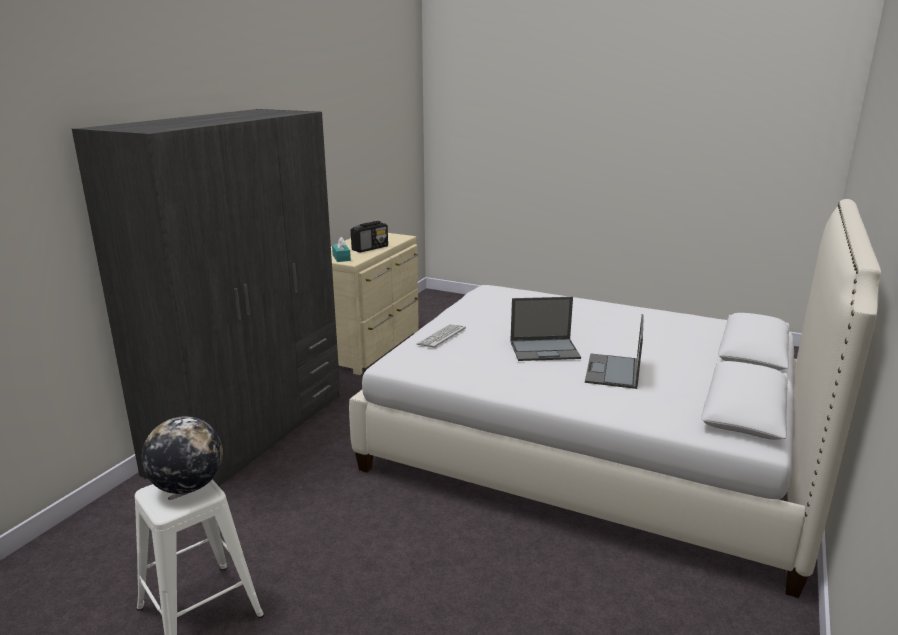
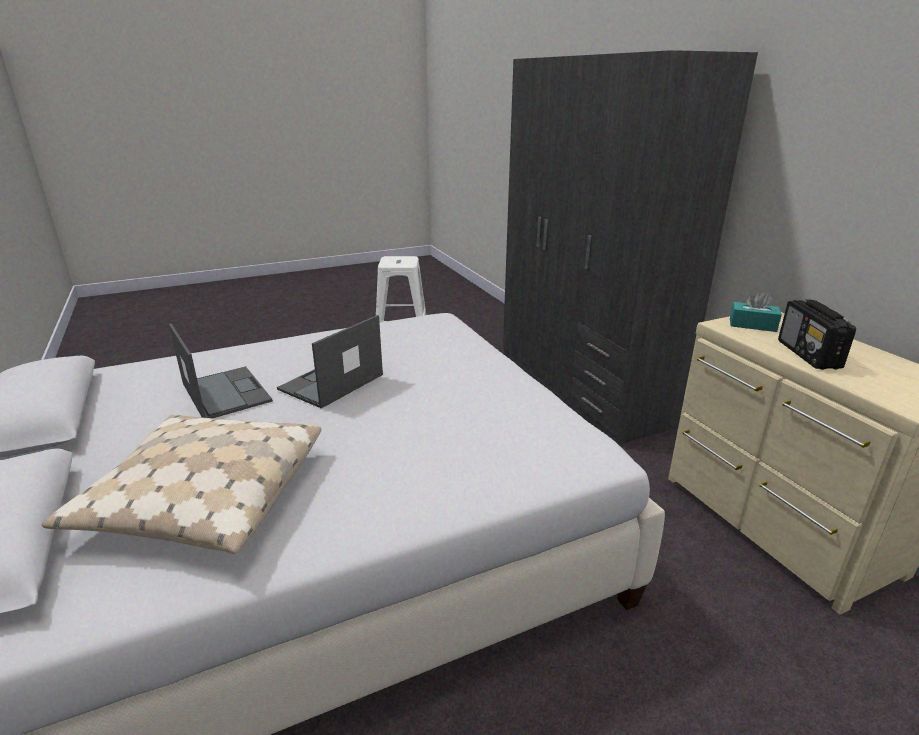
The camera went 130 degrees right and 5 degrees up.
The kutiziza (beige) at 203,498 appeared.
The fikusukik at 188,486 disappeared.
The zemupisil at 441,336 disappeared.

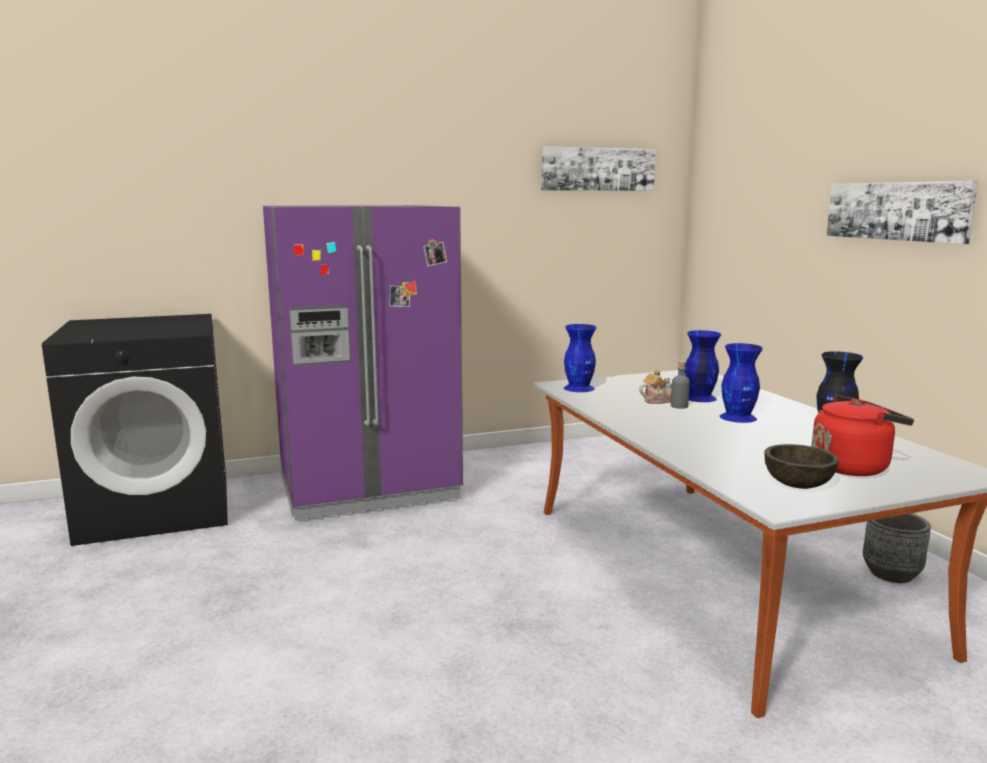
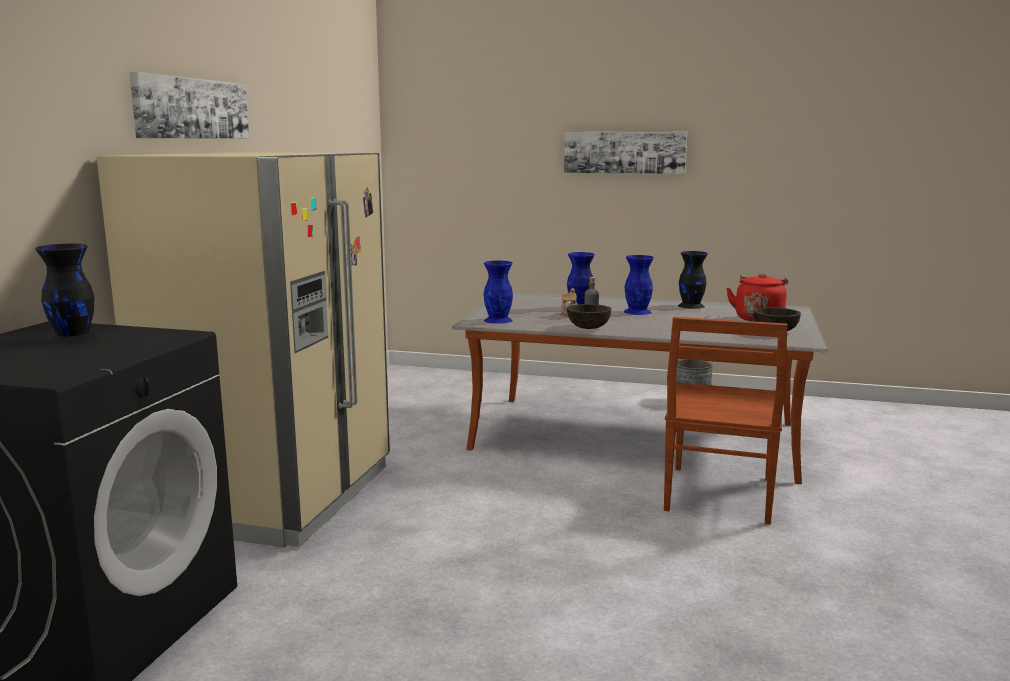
The camera went 55 degrees left and 0 degrees up.
The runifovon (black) at 74,338 appeared.
The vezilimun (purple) at 368,486 became the vezilimun (beige) at 275,496.
The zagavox moved from 598,169 to 191,108.
The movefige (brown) at 589,328 appeared.
The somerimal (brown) at 718,495 appeared.

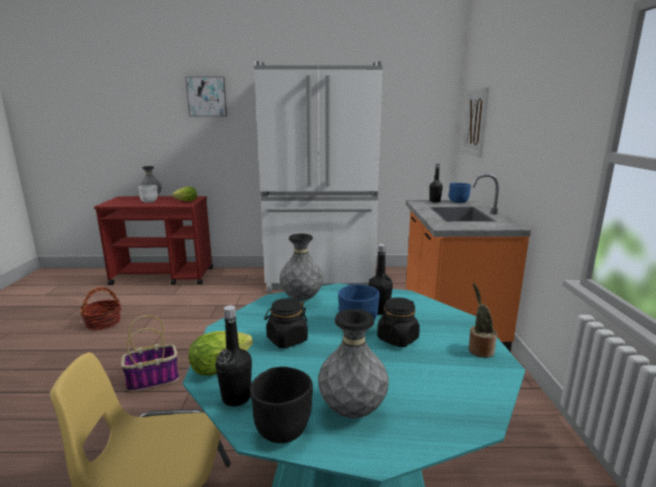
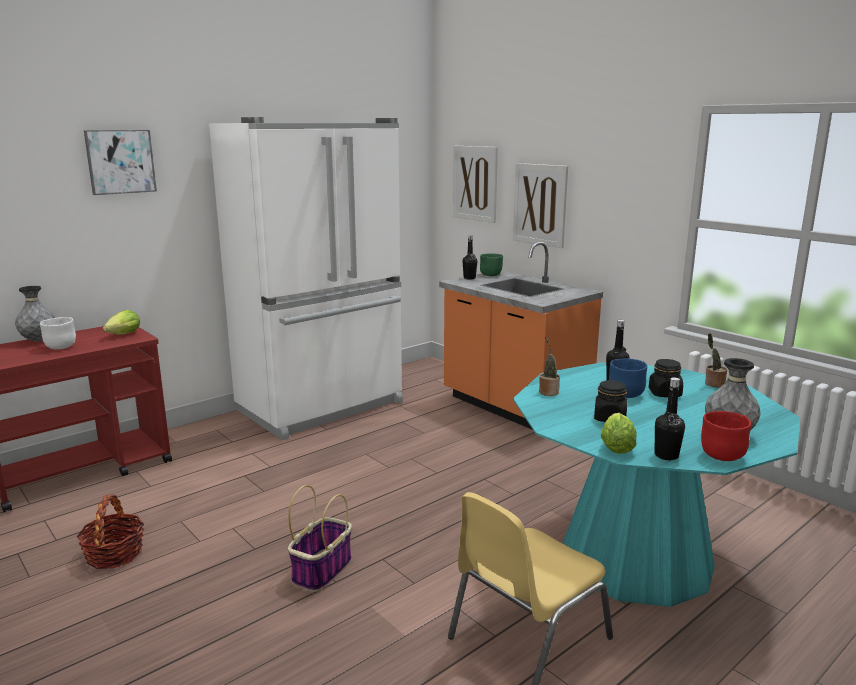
The camera went 40 degrees left and 0 degrees up.
The movefige (blue) at 458,202 became the movefige (green) at 491,275.
The zagavox at 540,204 appeared.
The runifovon (grey) at 302,299 was replaced by the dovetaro at 548,391.
The movefige (black) at 283,429 became the movefige (red) at 721,455.

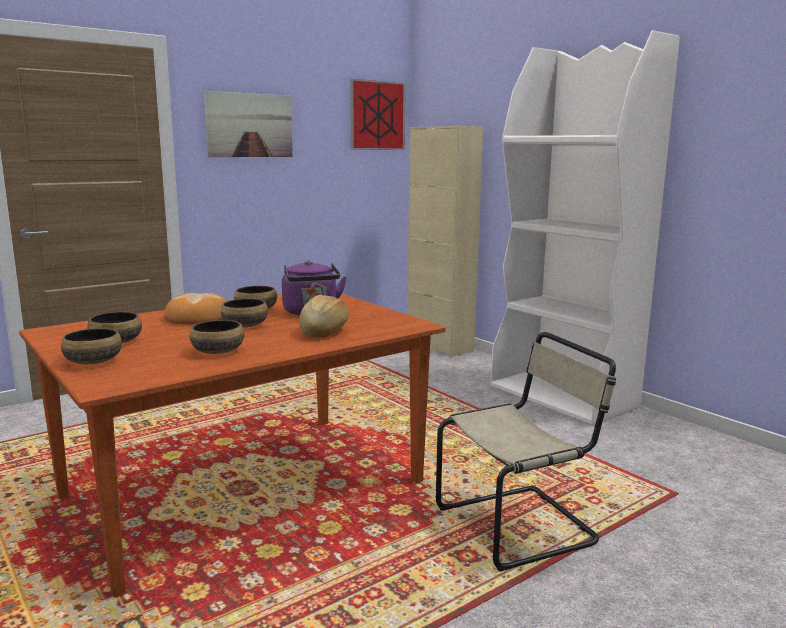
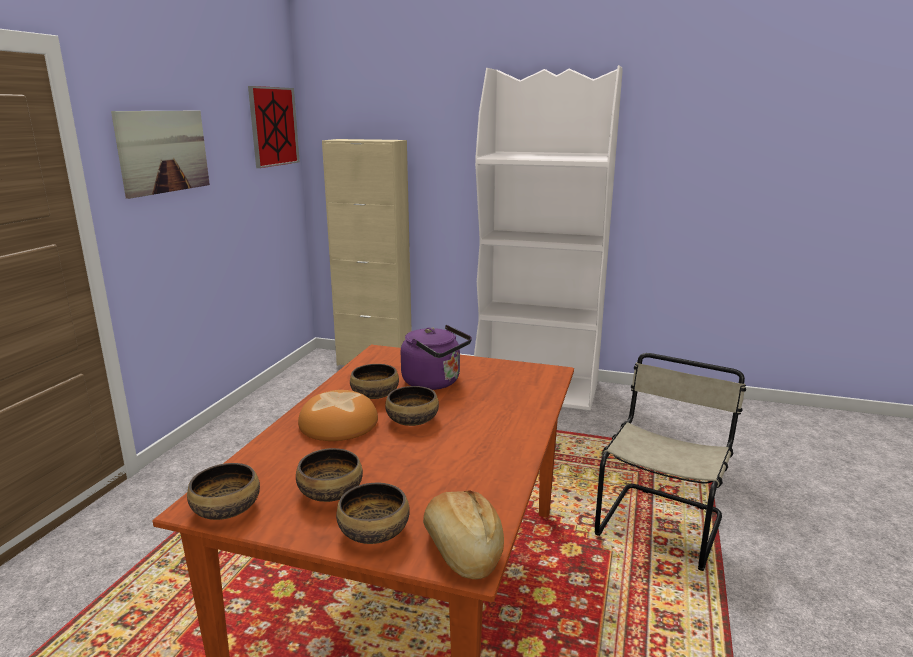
The camera went 35 degrees left and 5 degrees up.
The movefige moved from 218,351 to 227,509.
The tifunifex moved from 323,331 to 461,550.

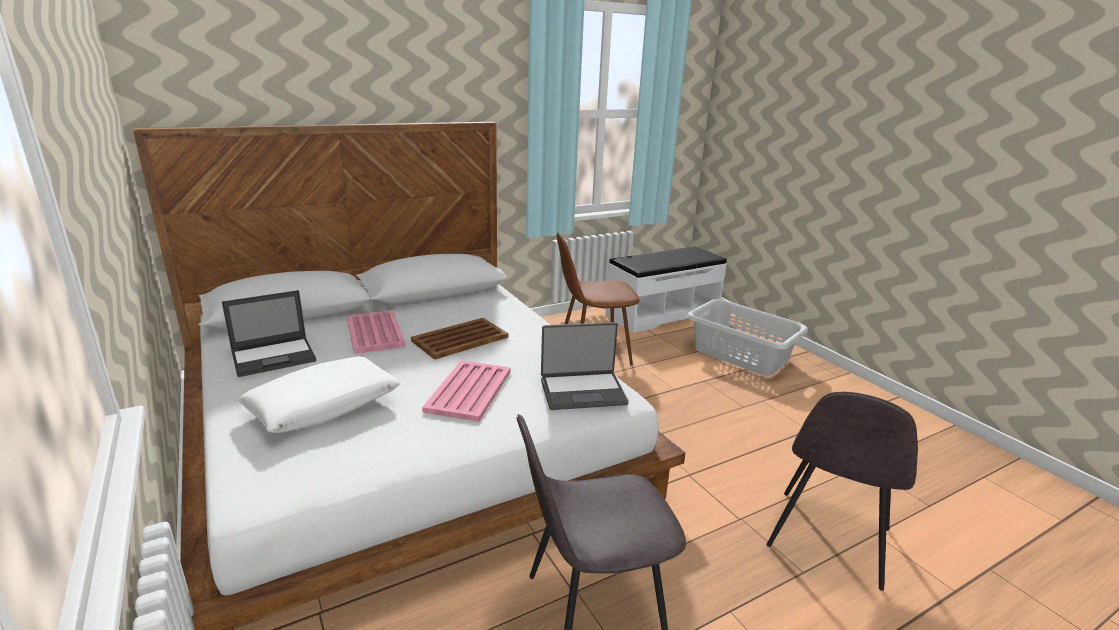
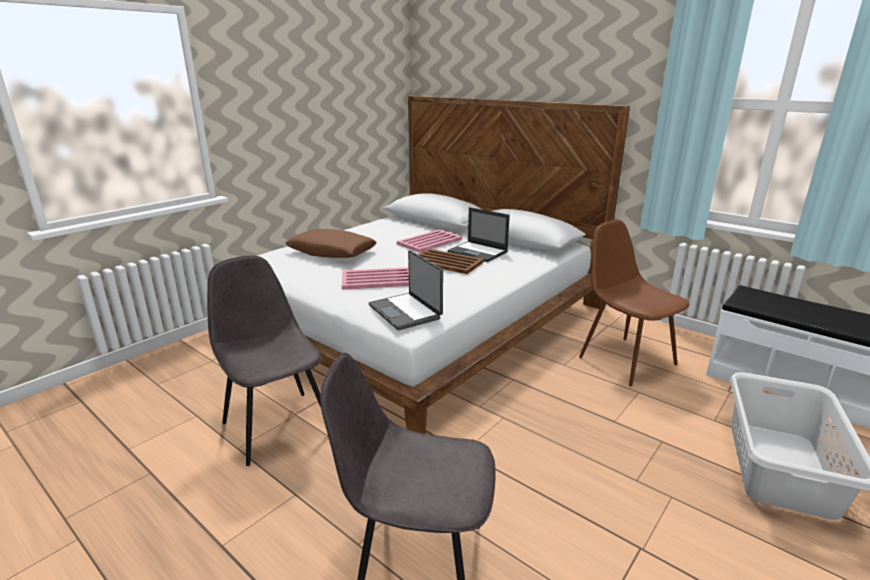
The camera went 70 degrees right and 0 degrees up.
The kutiziza (white) at 324,406 became the kutiziza (brown) at 331,252.
The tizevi moved from 275,356 to 478,252.

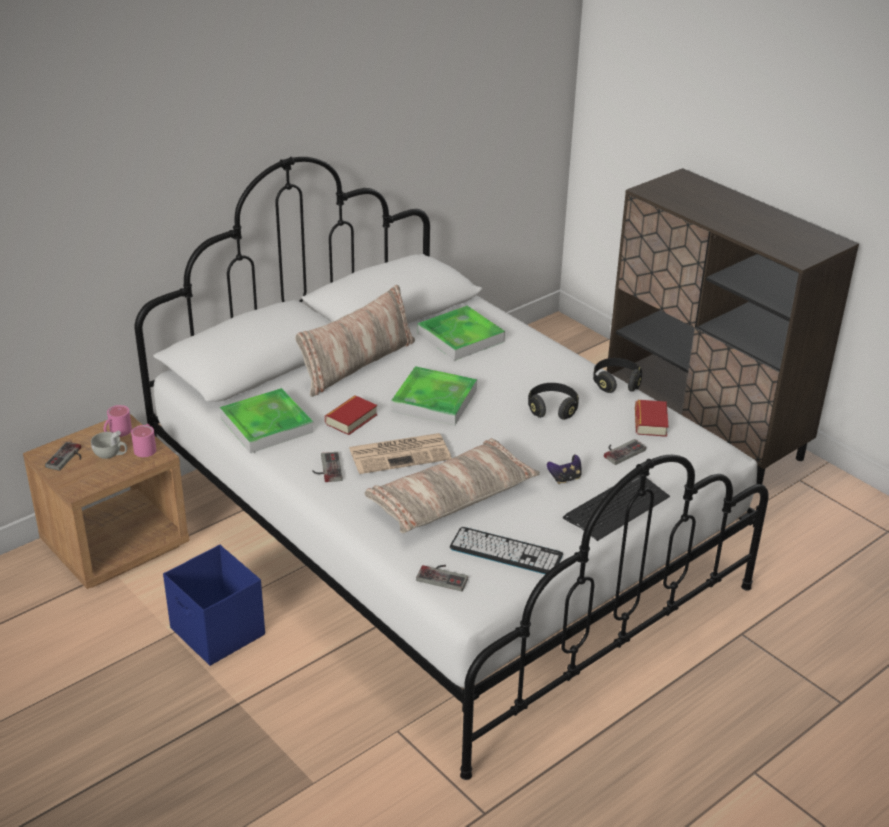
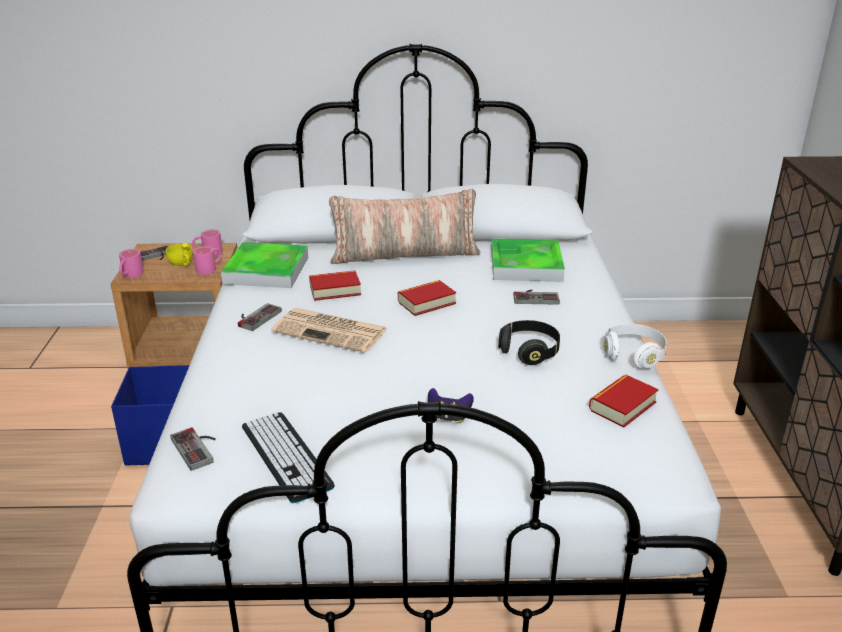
The camera went 40 degrees right and 5 degrees down.
The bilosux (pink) at 130,275 appeared.
The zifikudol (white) at 111,454 became the zifikudol (yellow) at 182,264.
The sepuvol at 434,400 was replaced by the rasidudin at 426,302.
The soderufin moved from 621,451 to 535,297.
The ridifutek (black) at 616,383 became the ridifutek (white) at 633,355.
The kutiziza at 451,498 disappeared.
The zemupisil at 616,507 disappeared.

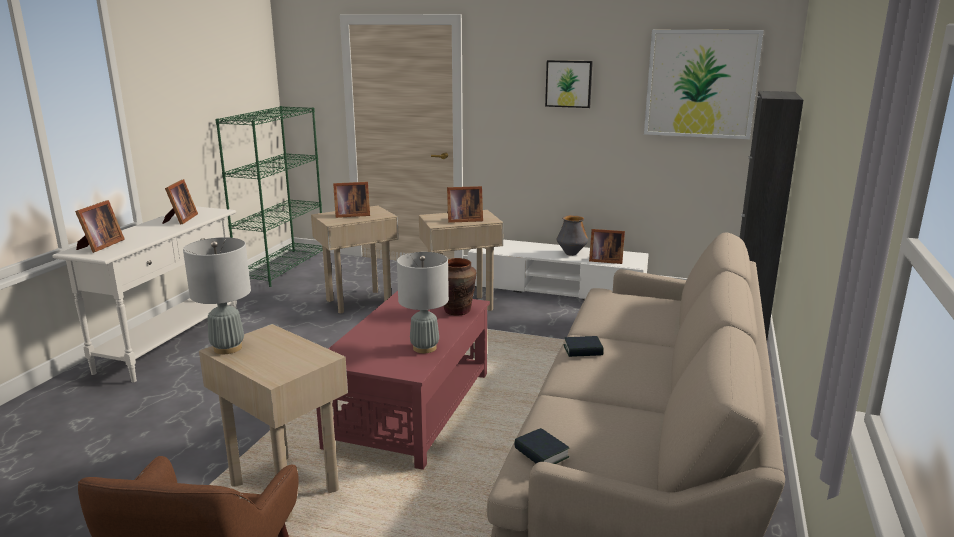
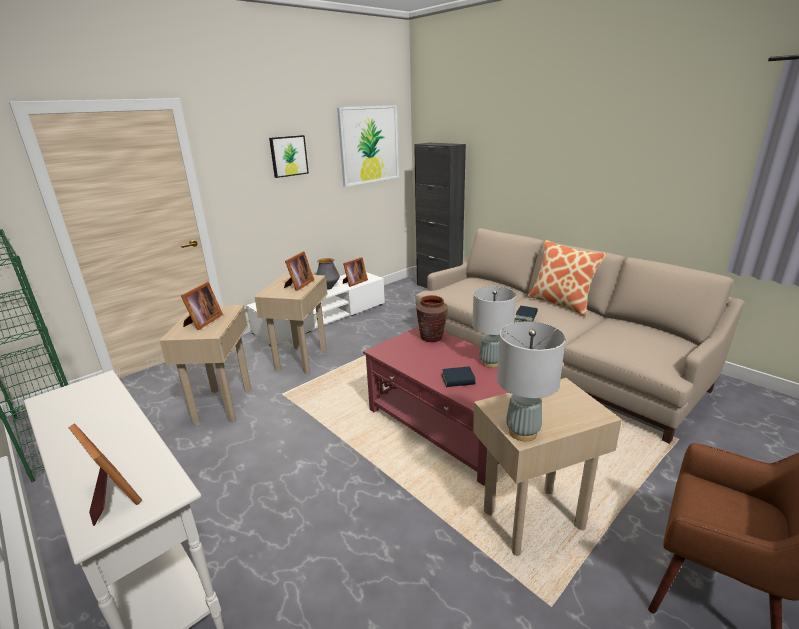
The camera went 60 degrees left and 5 degrees up.
The rasidudin moved from 541,453 to 458,380.
The kutiziza at 561,303 appeared.
The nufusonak at 180,220 disappeared.

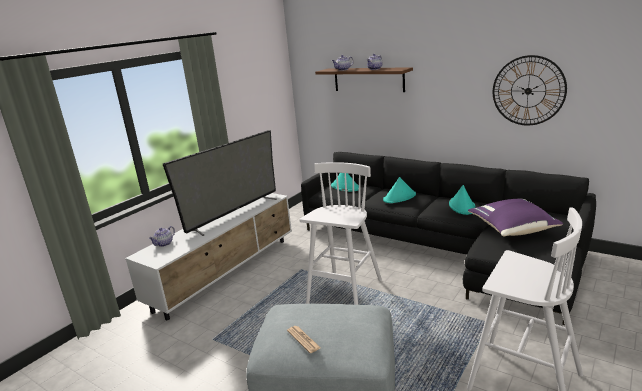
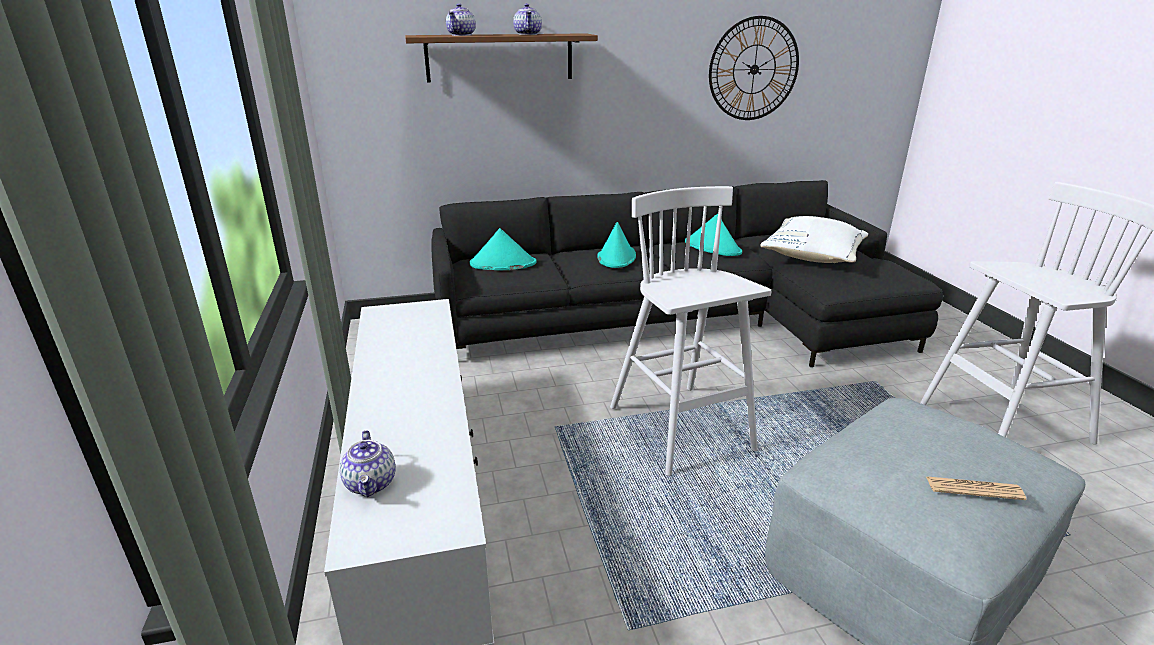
The camera went 50 degrees left and 5 degrees up.
The kutiziza (purple) at 513,229 became the kutiziza (white) at 813,258.
The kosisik at 234,214 disappeared.

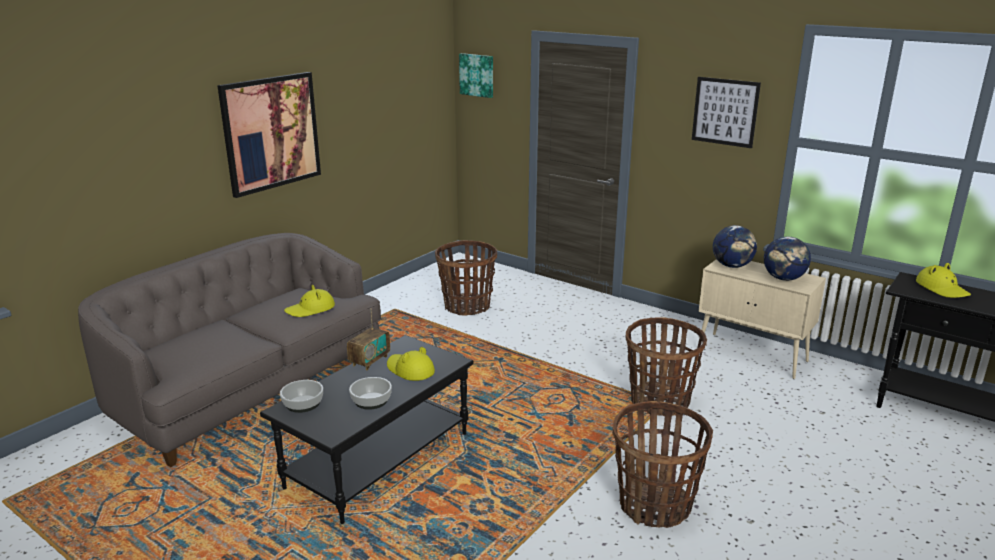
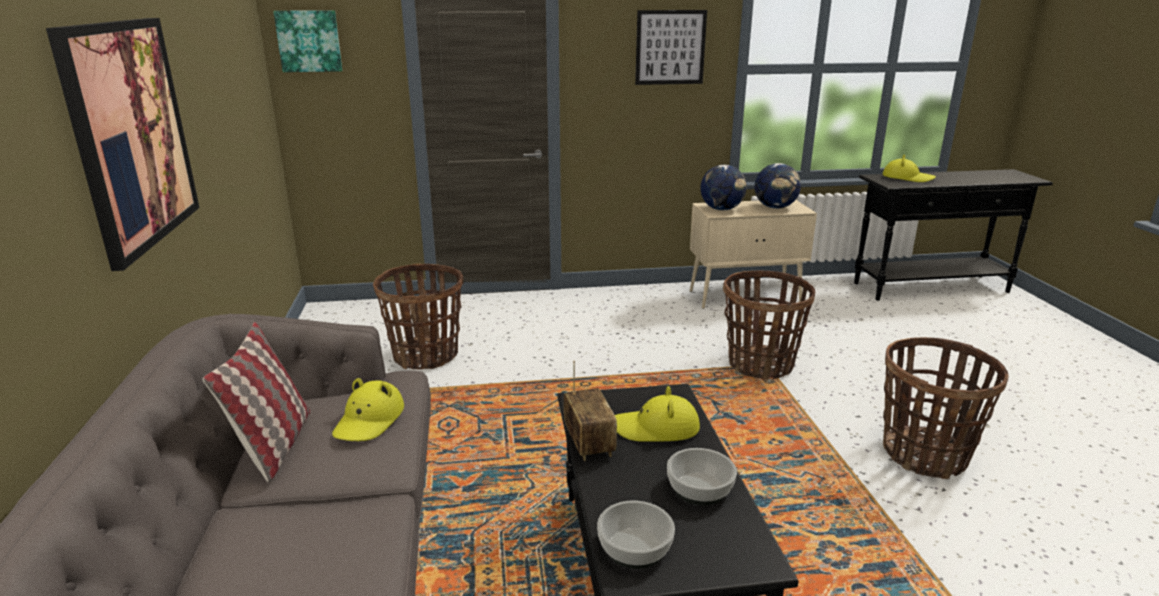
The camera went 45 degrees left and 0 degrees up.
The kutiziza at 274,446 appeared.

